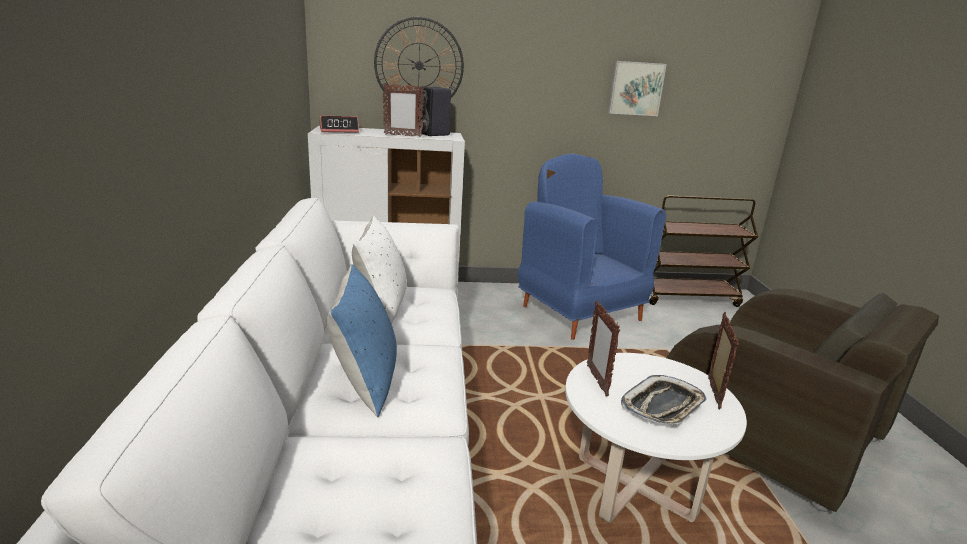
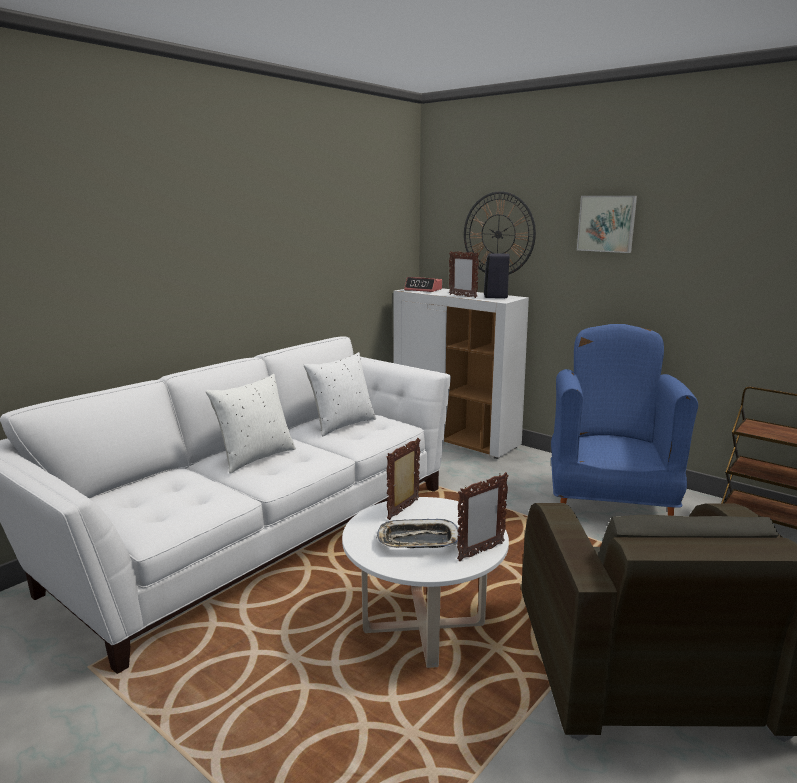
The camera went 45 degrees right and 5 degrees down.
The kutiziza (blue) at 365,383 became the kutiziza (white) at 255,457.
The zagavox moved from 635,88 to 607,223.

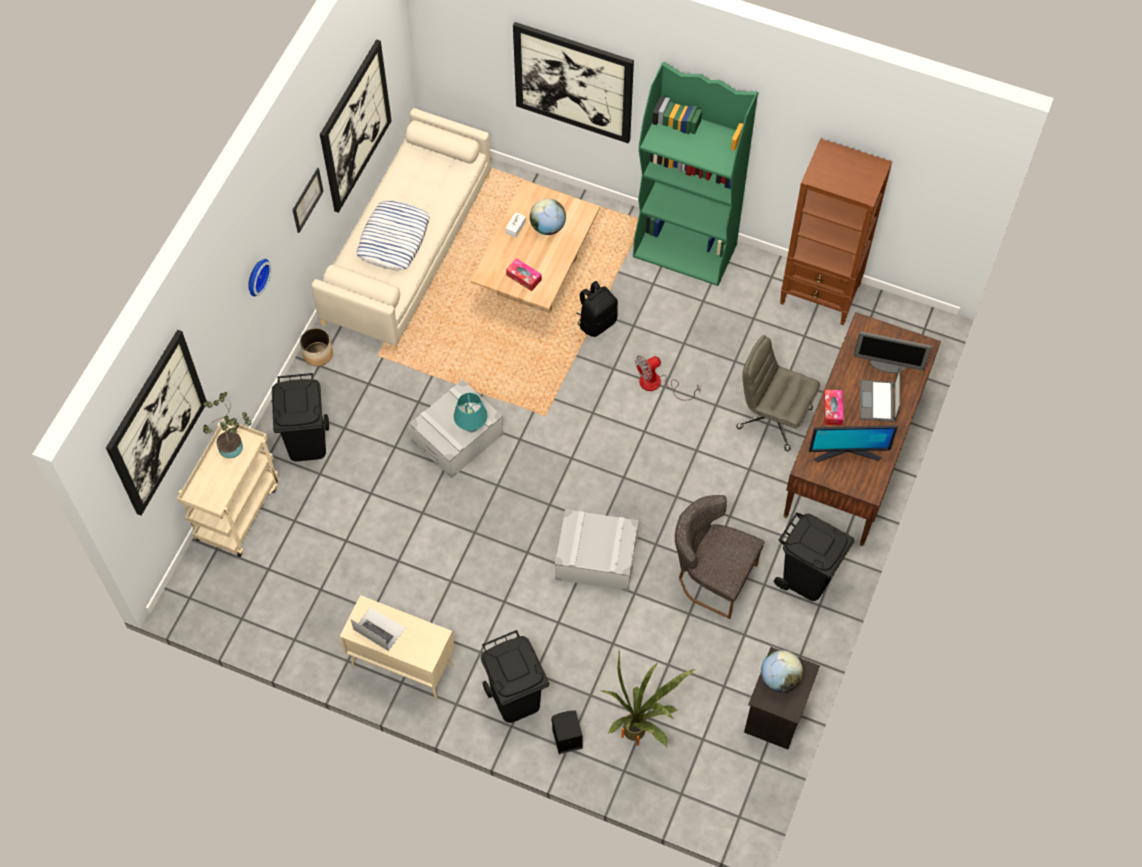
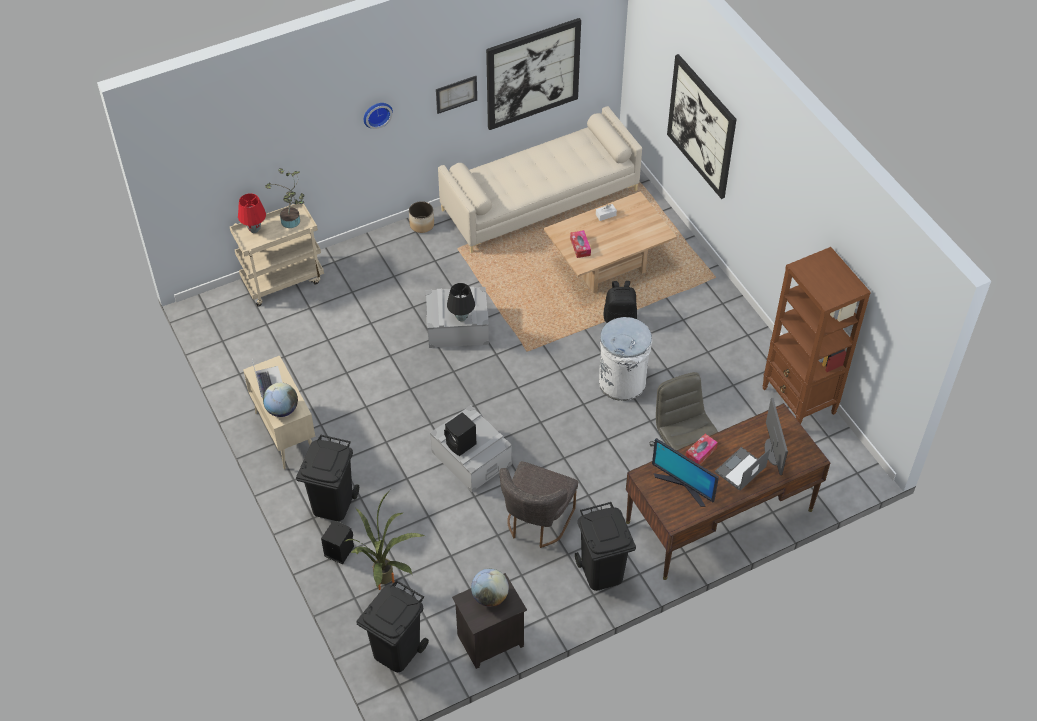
The camera went 40 degrees right and 10 degrees down.
The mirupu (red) at 255,229 appeared.
The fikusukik moved from 547,227 to 282,410.
The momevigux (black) moved from 306,443 to 396,650.
The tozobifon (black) at 461,445 appeared.
The mirupu (turquoise) at 471,427 became the mirupu (black) at 461,318.
The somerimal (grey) at 711,576 turned 135 degrees counterclockwise.
The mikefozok at 658,384 was replaced by the momevigux (white) at 622,382.
The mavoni at 887,365 turned 150 degrees counterclockwise.
The zagavox at 156,423 disappeared.
The kutiziza at 393,239 disappeared.
The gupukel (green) at 685,250 disappeared.

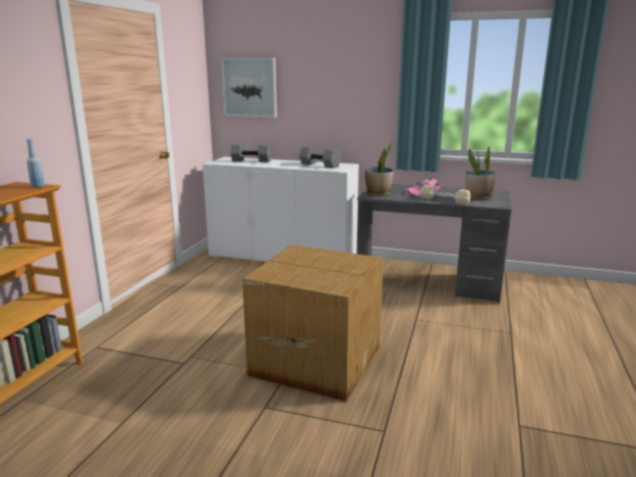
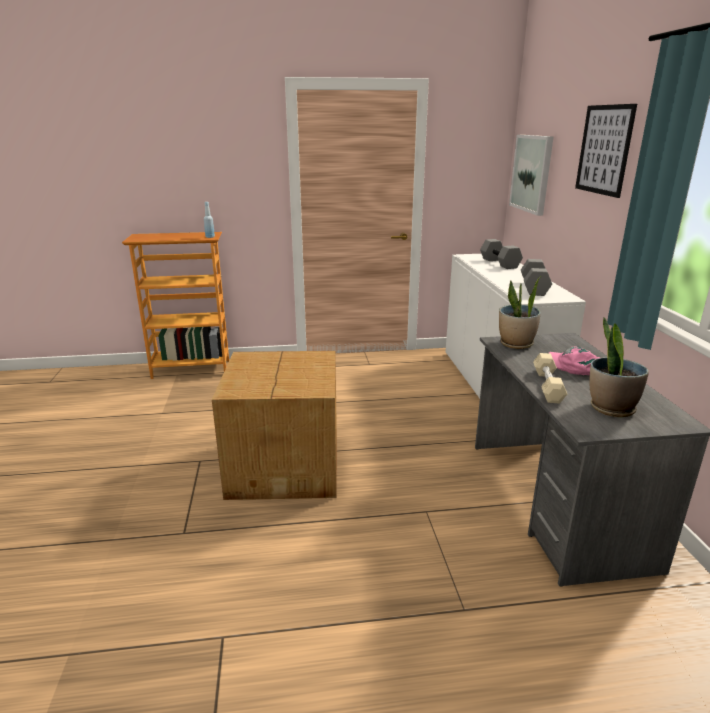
The camera went 65 degrees right and 5 degrees up.
The zagavox at 604,150 appeared.

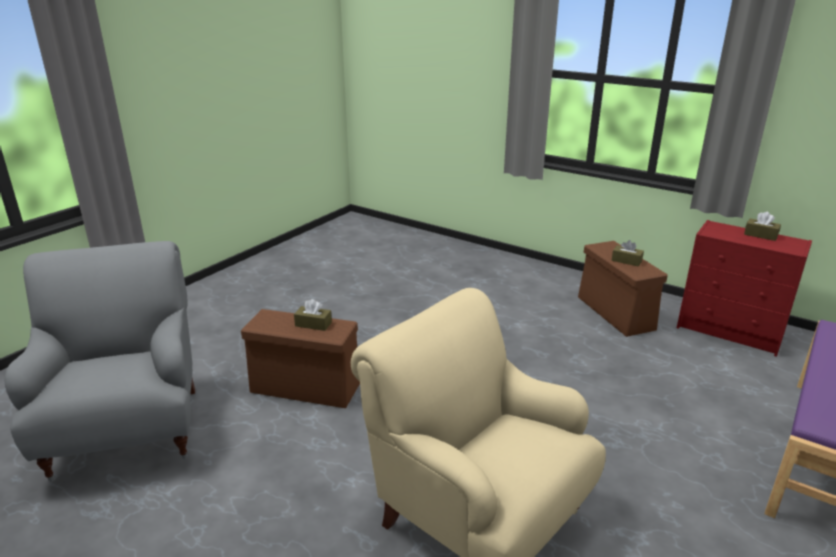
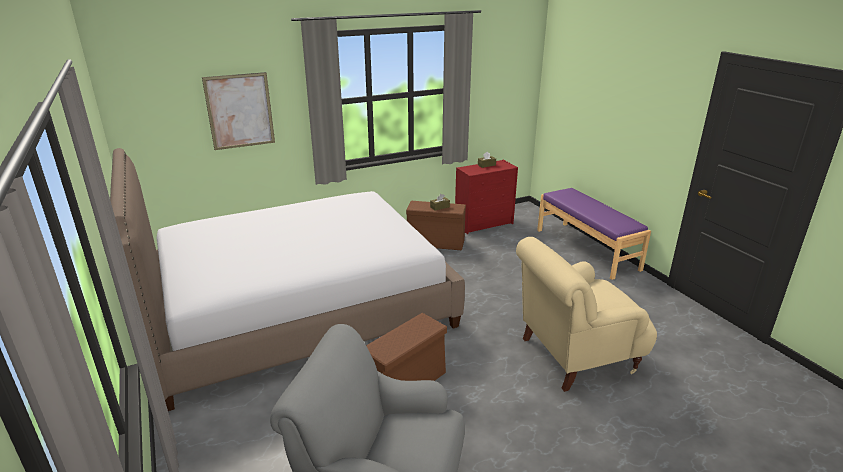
The camera went 60 degrees left and 0 degrees up.
The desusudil at 298,311 appeared.
The zagavox at 240,111 appeared.
The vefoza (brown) at 313,324 disappeared.

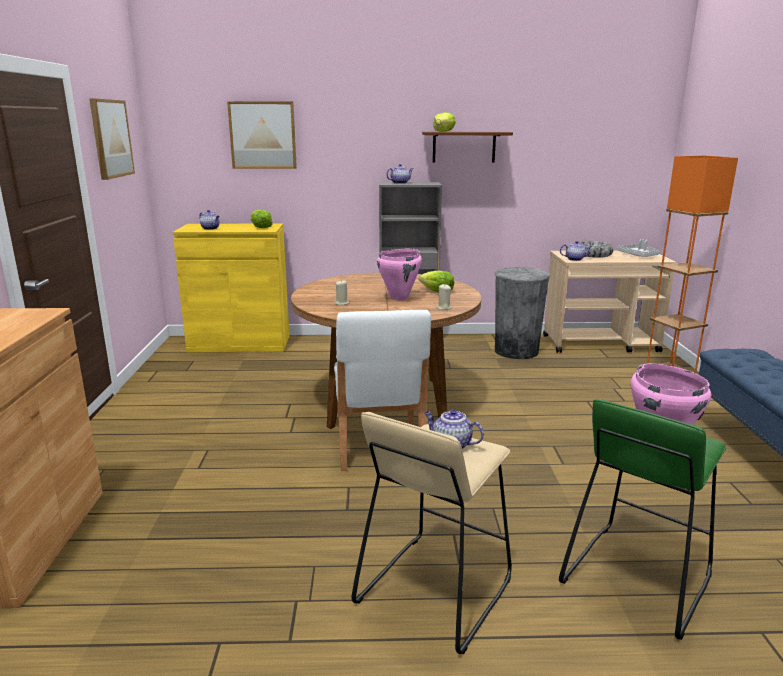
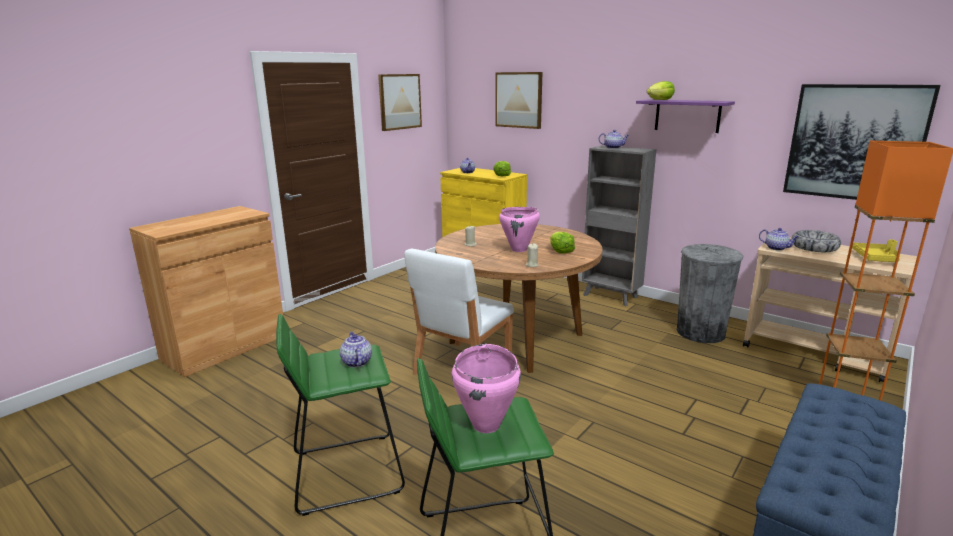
The camera went 40 degrees right and 0 degrees up.
The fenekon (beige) at 433,590 became the fenekon (green) at 347,471.
The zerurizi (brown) at 464,147 became the zerurizi (purple) at 687,115.
The zagavox at 855,142 appeared.
The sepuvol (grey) at 638,255 became the sepuvol (yellow) at 876,258.

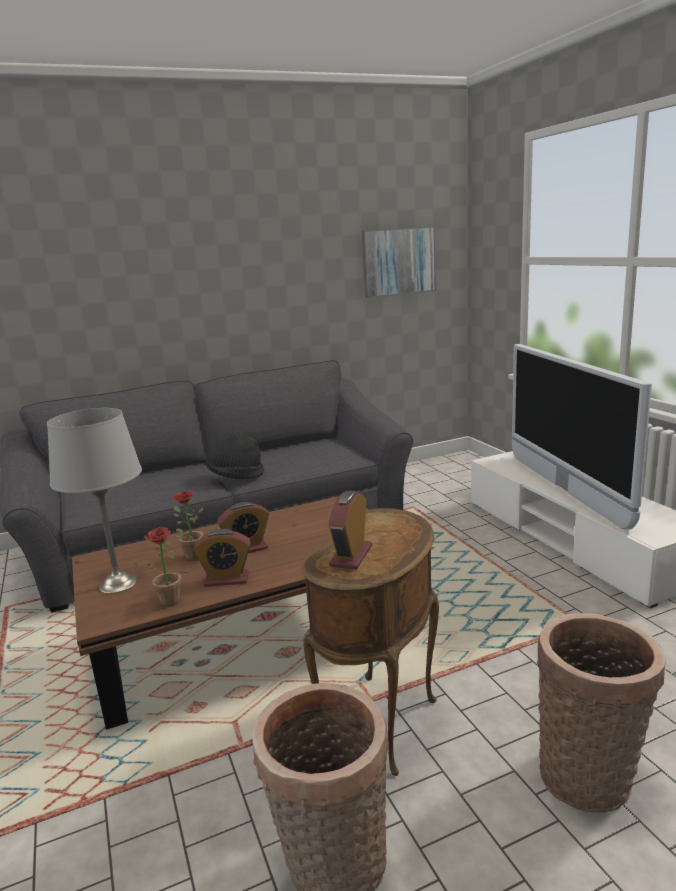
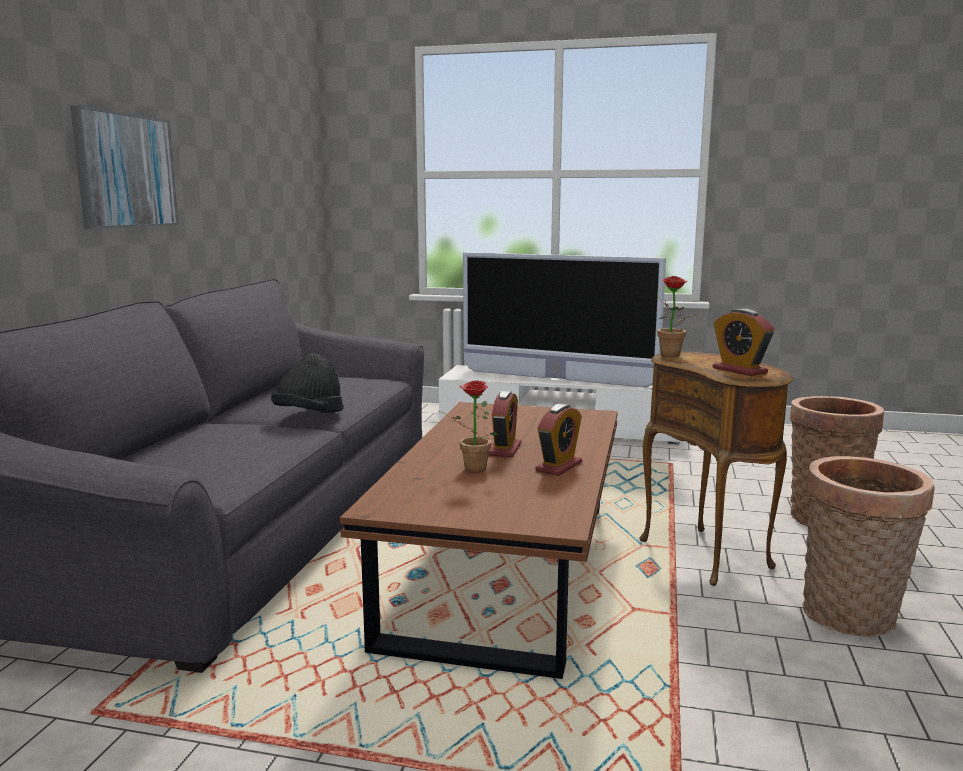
The camera went 55 degrees left and 5 degrees down.
The zagavox moved from 398,261 to 125,171.
The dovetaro moved from 166,603 to 672,355.
The mirupu (grey) at 118,584 disappeared.

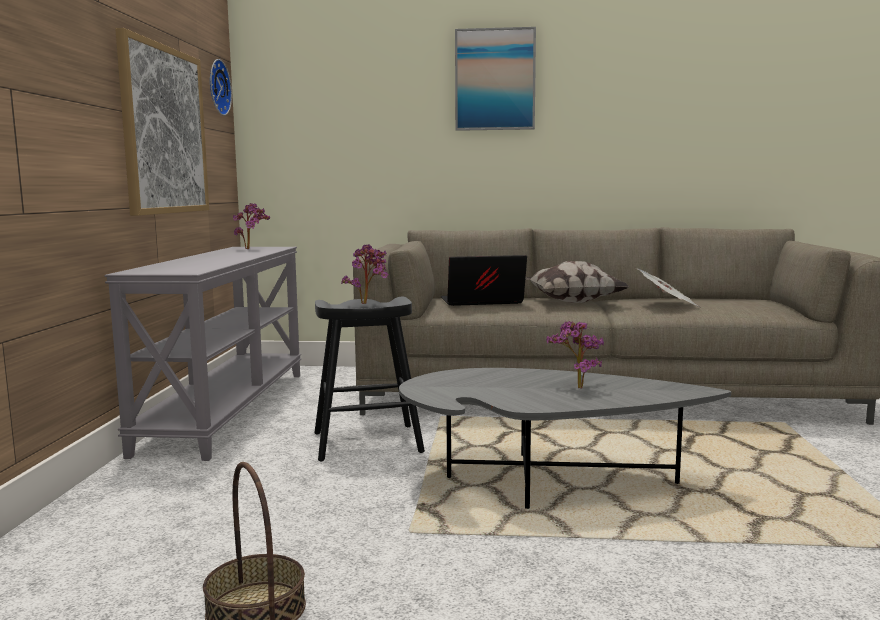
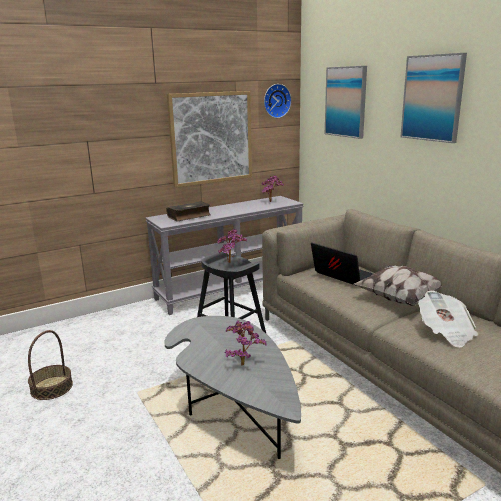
The camera went 55 degrees right and 10 degrees up.
The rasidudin at 189,216 appeared.
The zagavox at 346,102 appeared.

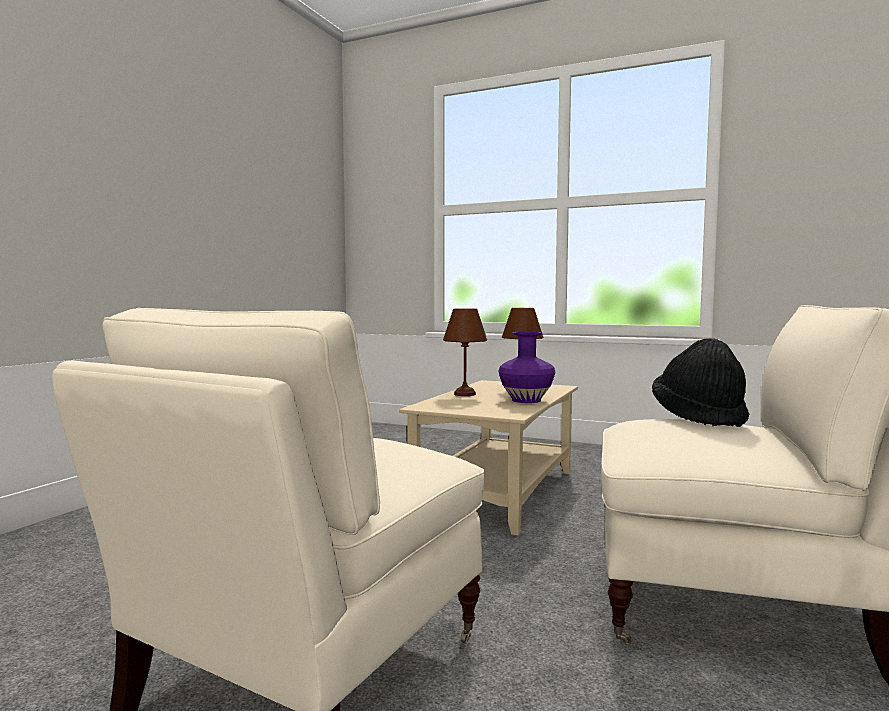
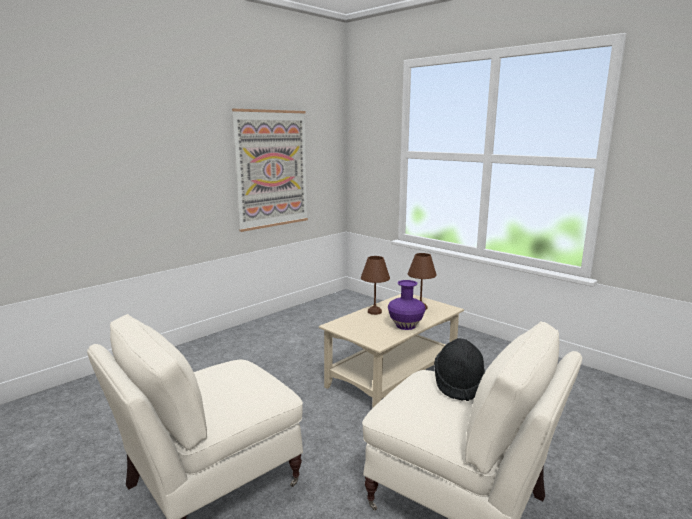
The camera went 20 degrees right and 10 degrees up.
The zagavox at 272,169 appeared.

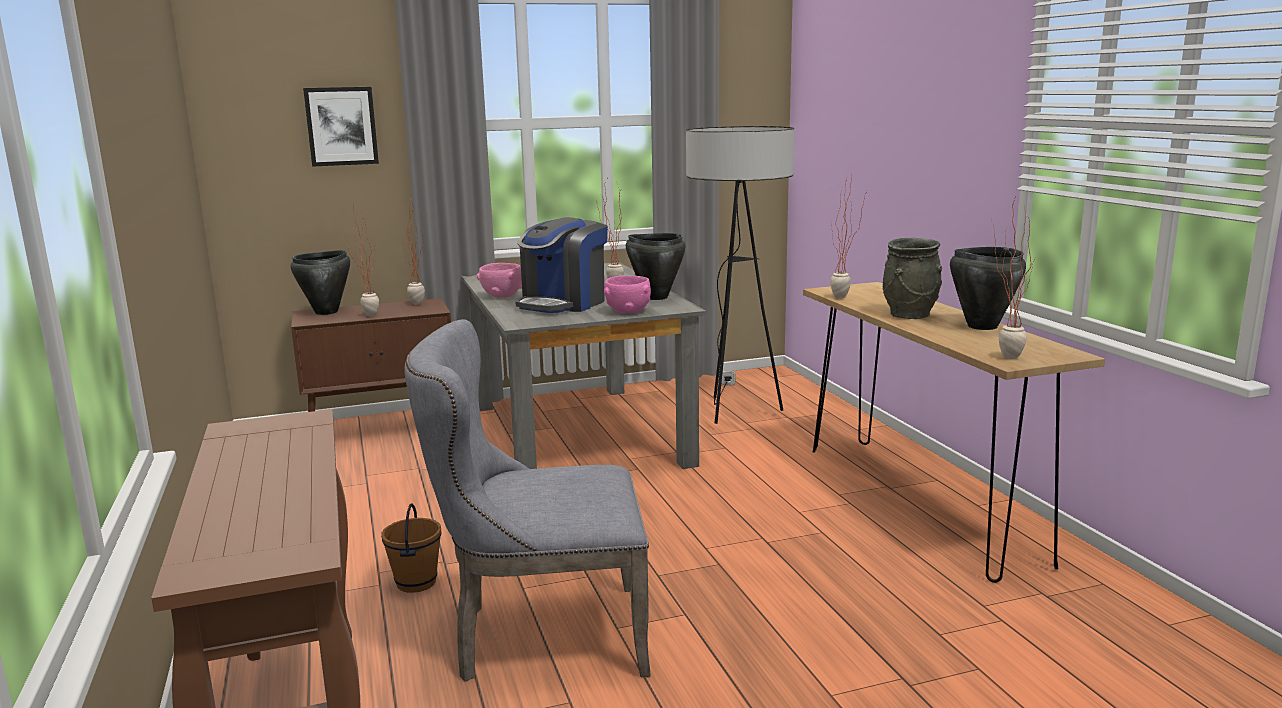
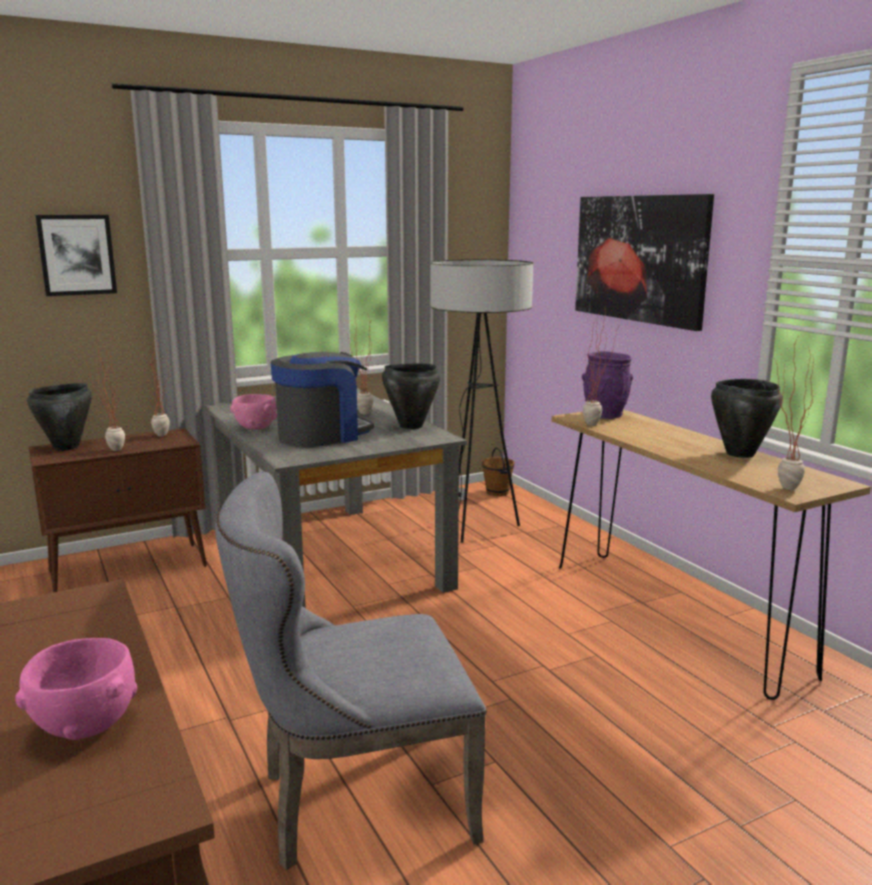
The camera went 10 degrees left and 0 degrees up.
The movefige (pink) moved from 628,312 to 85,726.
The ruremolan at 563,303 turned 150 degrees counterclockwise.
The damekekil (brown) moved from 415,583 to 497,492.
The zagavox at 639,258 appeared.
The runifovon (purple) at 604,415 appeared.
The runifovon (grey) at 909,314 disappeared.

